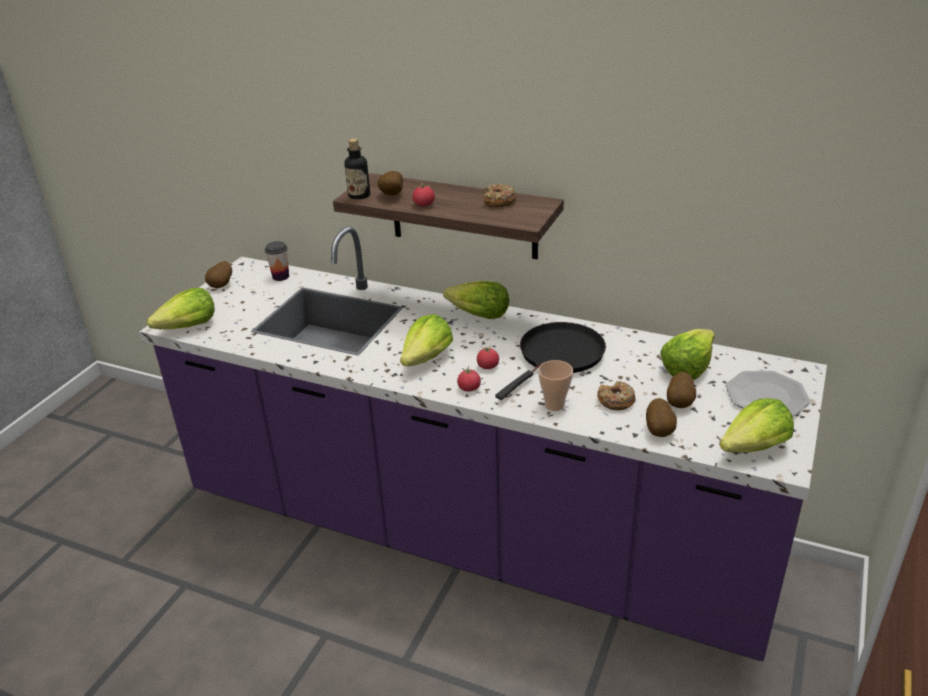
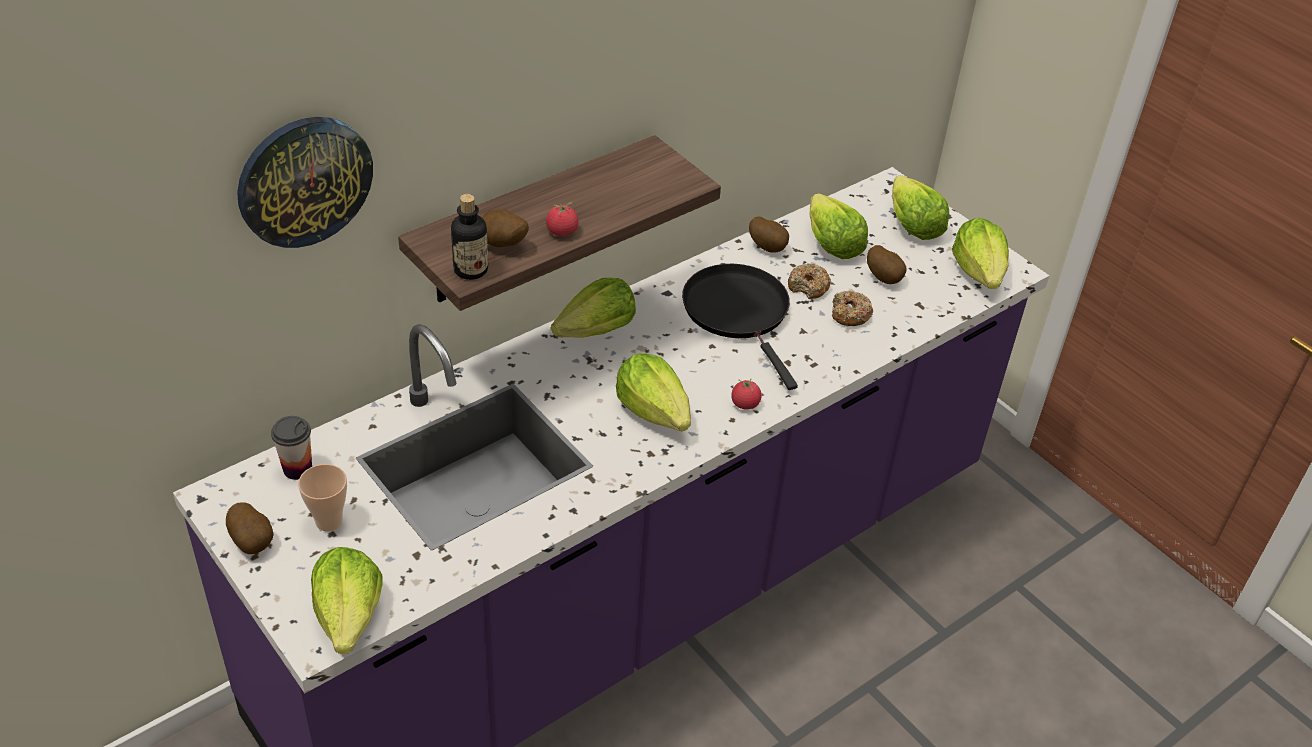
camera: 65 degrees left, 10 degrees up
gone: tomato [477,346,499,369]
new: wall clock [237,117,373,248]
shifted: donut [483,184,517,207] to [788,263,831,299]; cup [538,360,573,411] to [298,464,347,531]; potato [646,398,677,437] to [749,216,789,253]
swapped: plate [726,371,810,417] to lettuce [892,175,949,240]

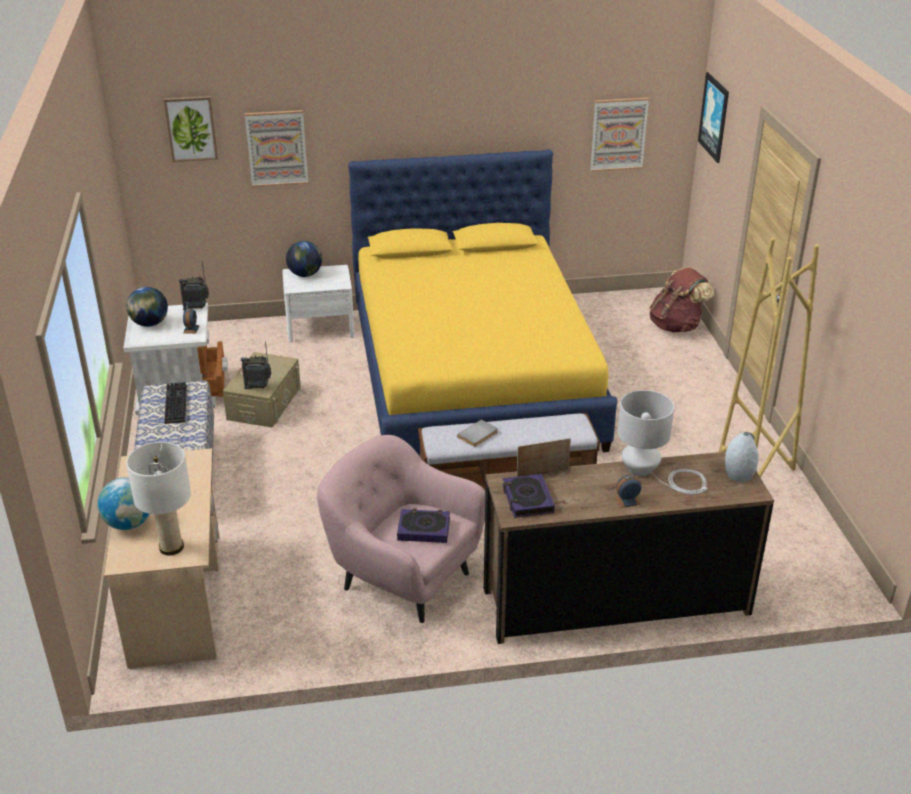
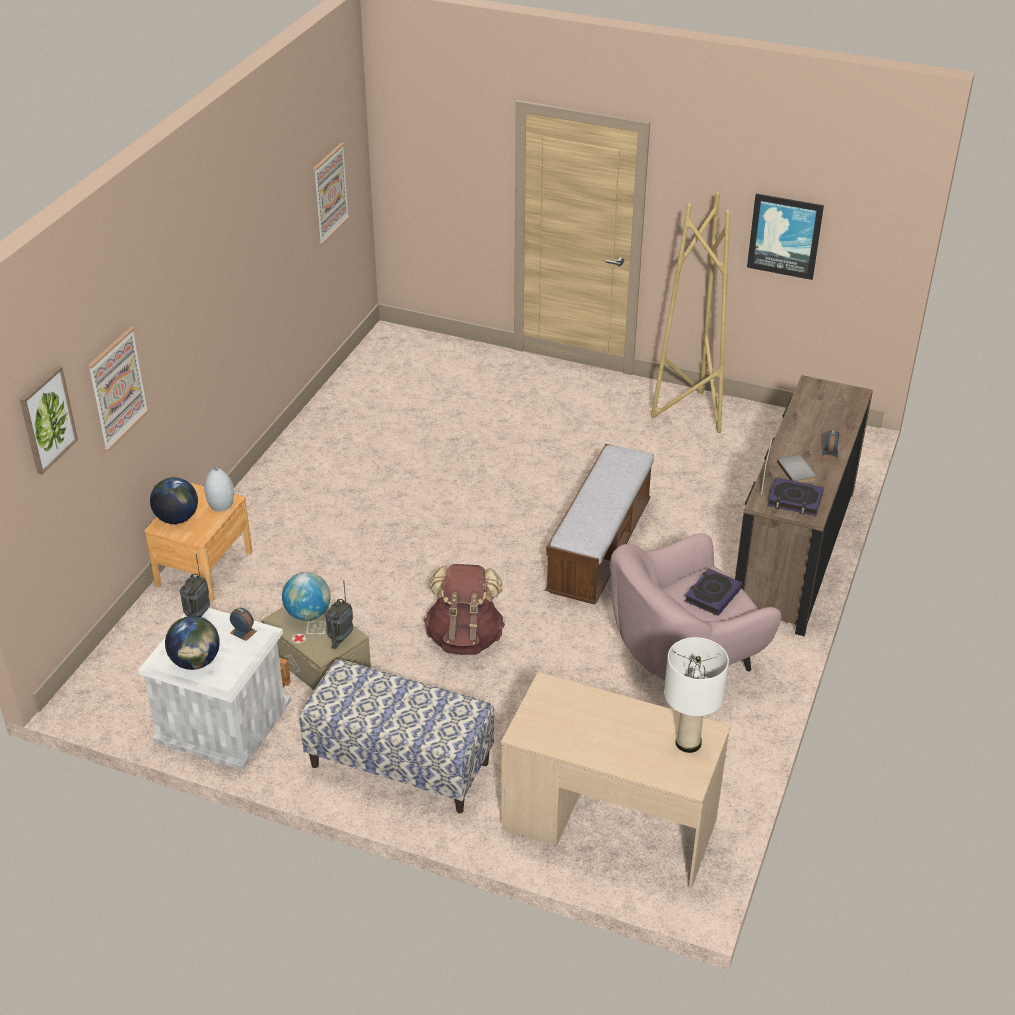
camera: 60 degrees left, 5 degrees up
gone: keyboard [164,382,187,424]; bed (yellow) [349,150,617,456]; table lamp (white) [617,390,707,494]
shifted: globe [98,477,149,530] to [282,572,331,621]; book (grey) [457,420,498,447] to [777,455,816,483]; backpack (brown) [649,268,714,333] to [424,564,505,655]; picture [698,72,729,163] to [747,194,824,280]; vase (grey) [725,432,759,482] to [204,467,234,511]
repainted: nightstand (white) [282,265,355,343] to nightstand (brown) [144,482,252,602]

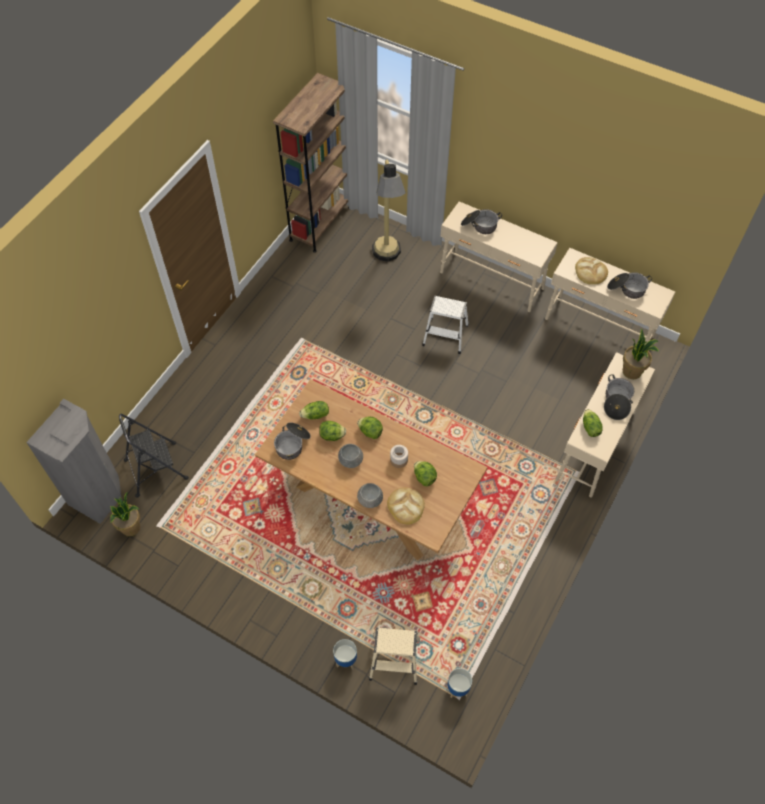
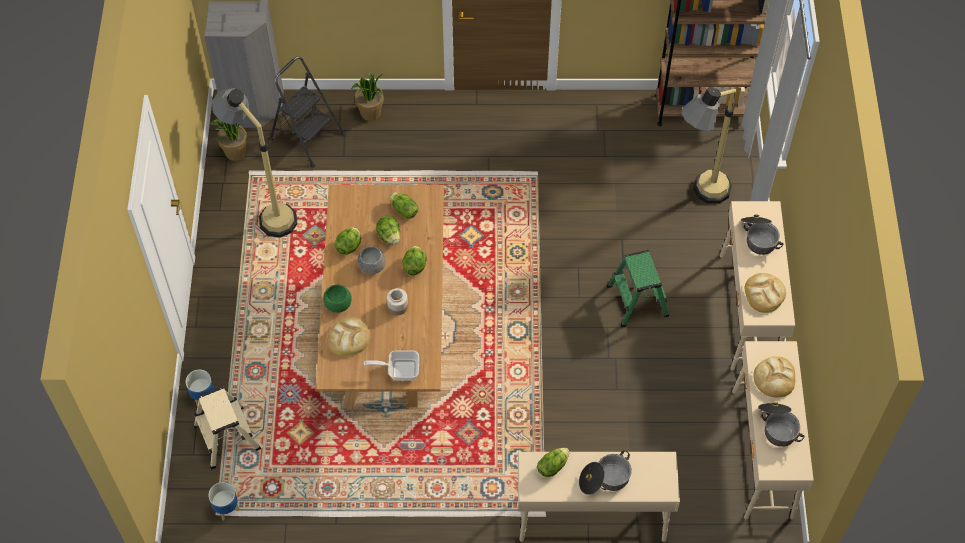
camera: 60 degrees right, 0 degrees up
gone: cooking pot [274,422,311,460]
new: floor lamp [212,88,297,238]; frying pan [364,351,419,380]; bread [745,273,786,313]
shifted: lettuce [414,461,437,486] to [334,227,361,255]; potted plant [623,329,659,379] to [351,73,384,121]
repainted: bowl (grey) [357,483,383,508] to bowl (green) [323,285,352,313]; step ladder (white) [422,295,469,354] to step ladder (green) [606,250,669,328]

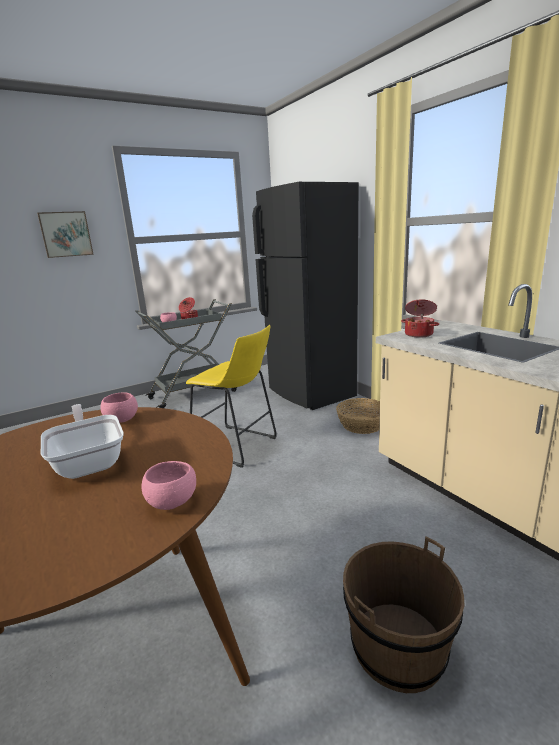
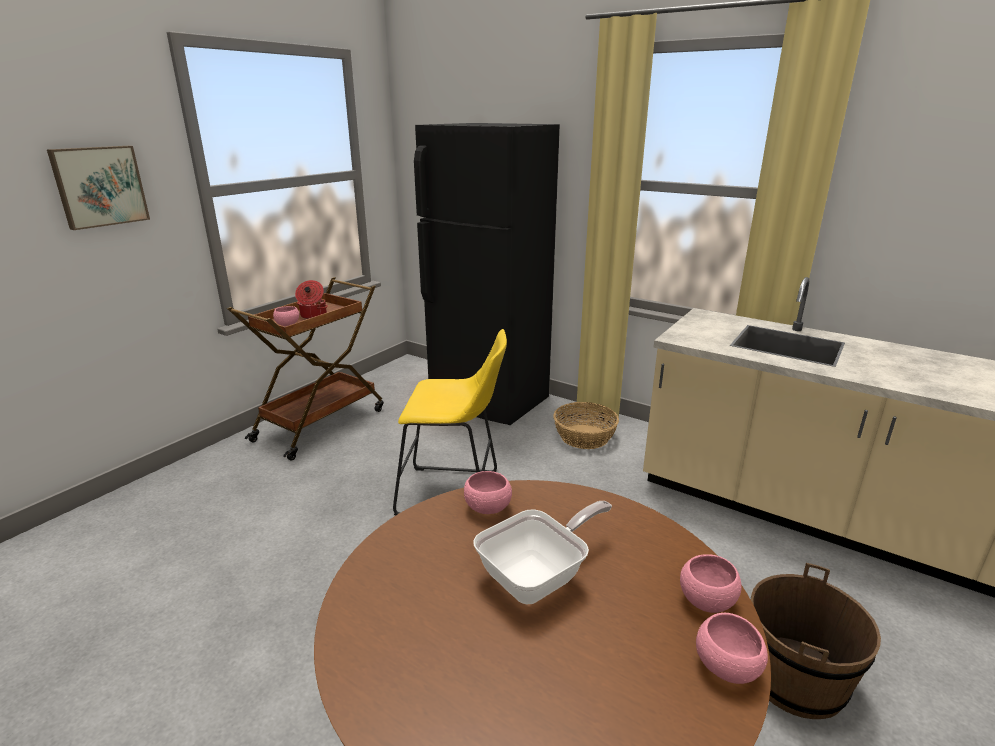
camera: 25 degrees left, 5 degrees up
gone: cooking pot [401,299,439,337]
new: bowl (pink) [696,613,768,684]
repainted: cart (grey) [135,299,237,408] to cart (brown) [227,277,384,461]
rotated: frying pan [41,404,124,479] = [473,501,612,604] 105 degrees clockwise

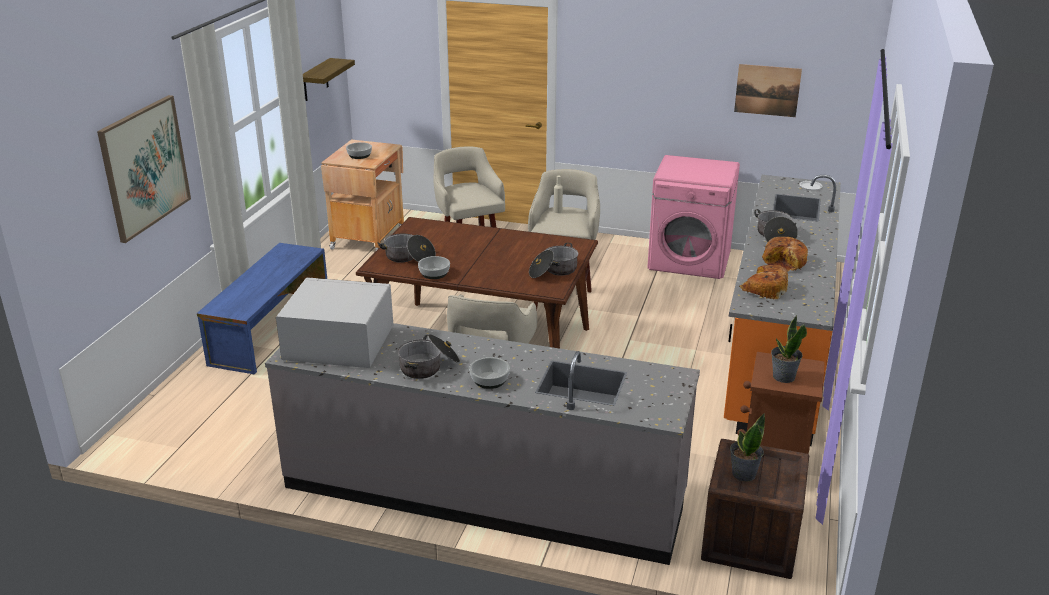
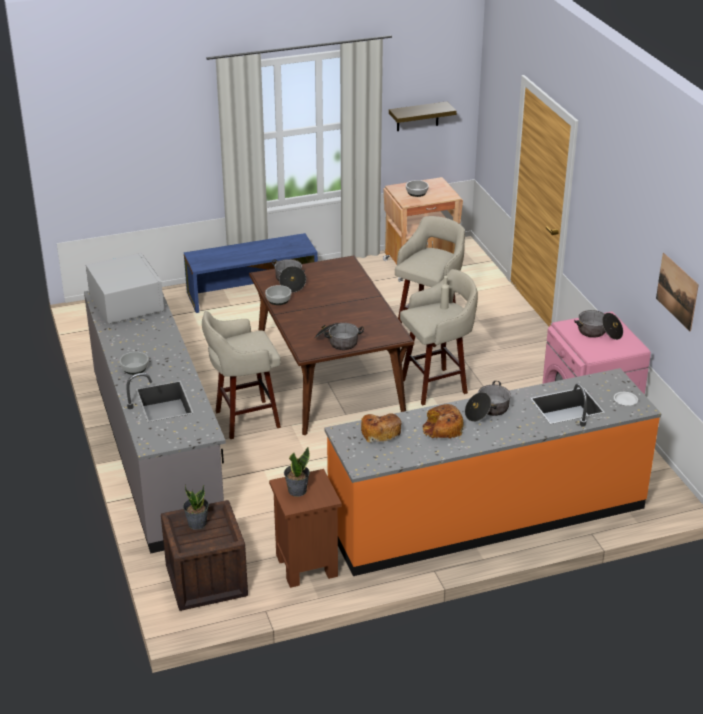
camera: 55 degrees right, 5 degrees up
gone: picture [97,95,191,243]
shifted: cooking pot [398,334,460,379] to [574,310,623,340]

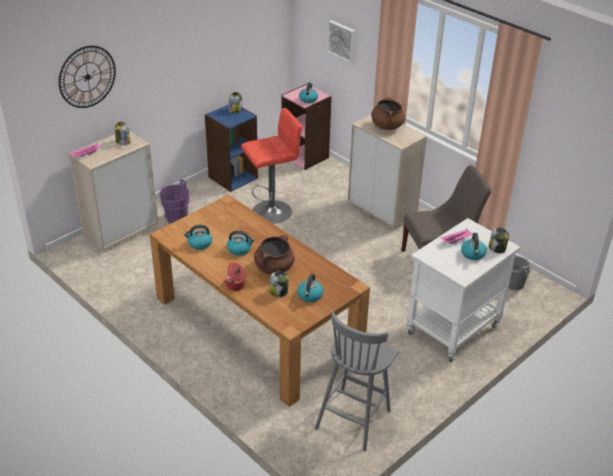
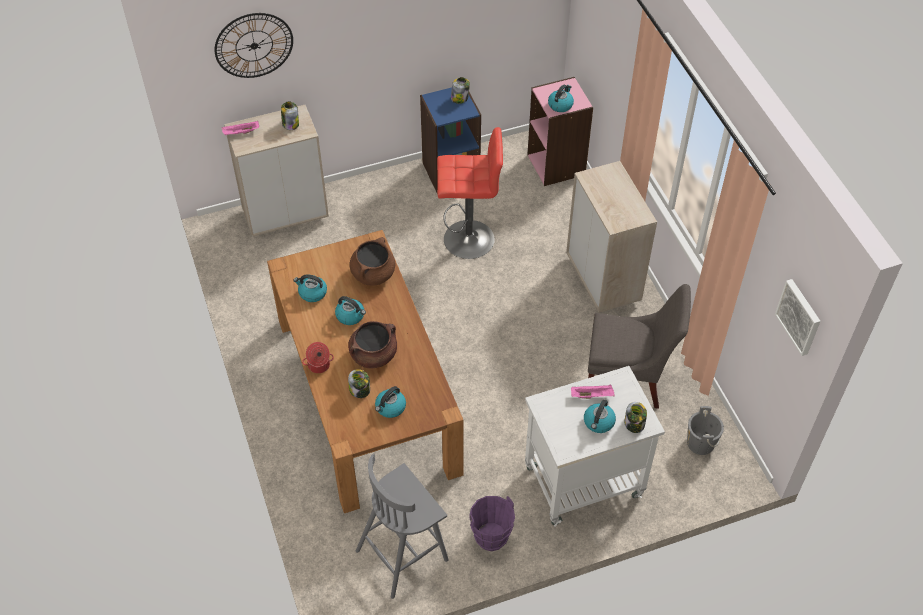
camera: 25 degrees right, 15 degrees up
shifted: bucket (purple) [159,180,190,223] to [469,496,515,551]; picture [327,20,355,63] to [775,279,820,356]; cooking pot (brown) [371,97,405,130] to [349,237,395,286]

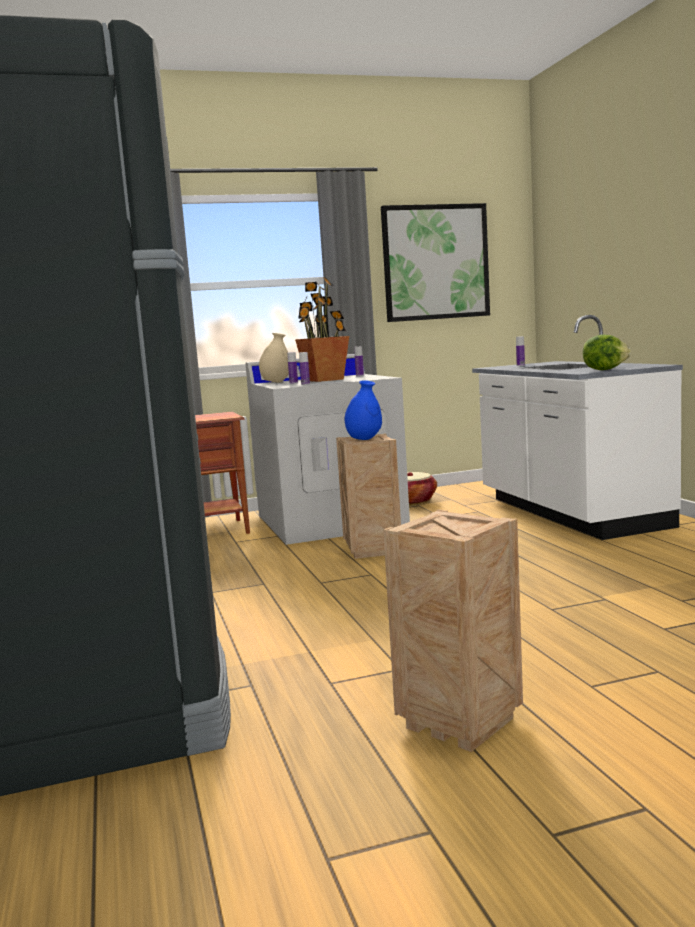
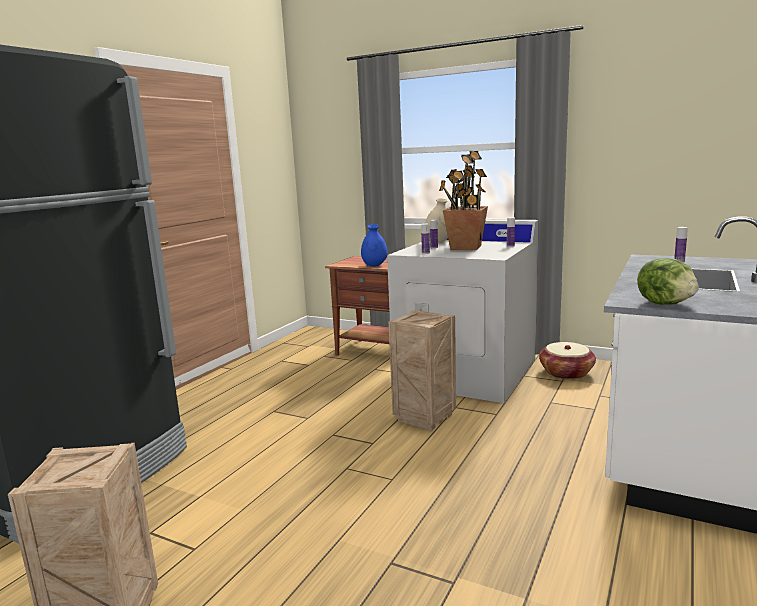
camera: 45 degrees right, 5 degrees up
gone: picture [381,203,490,322]
shifted: vase (blue) [345,381,382,440] to [361,224,388,267]

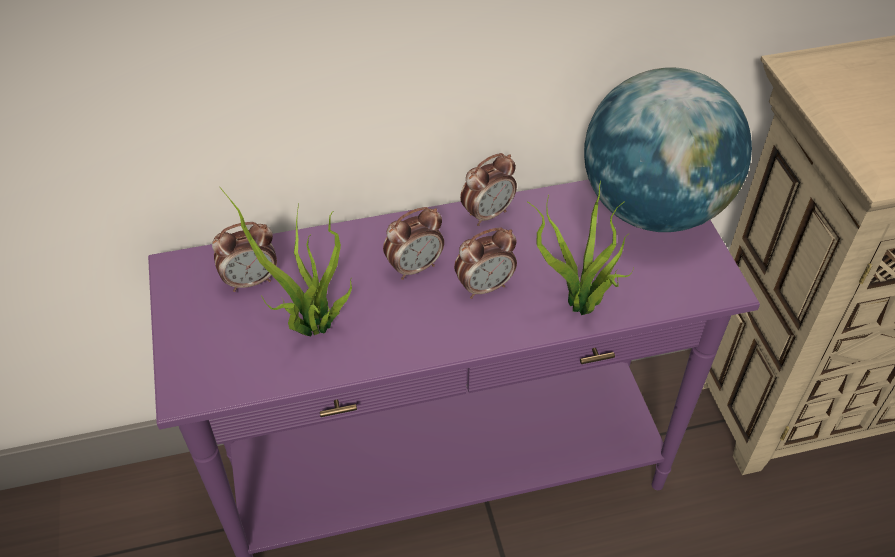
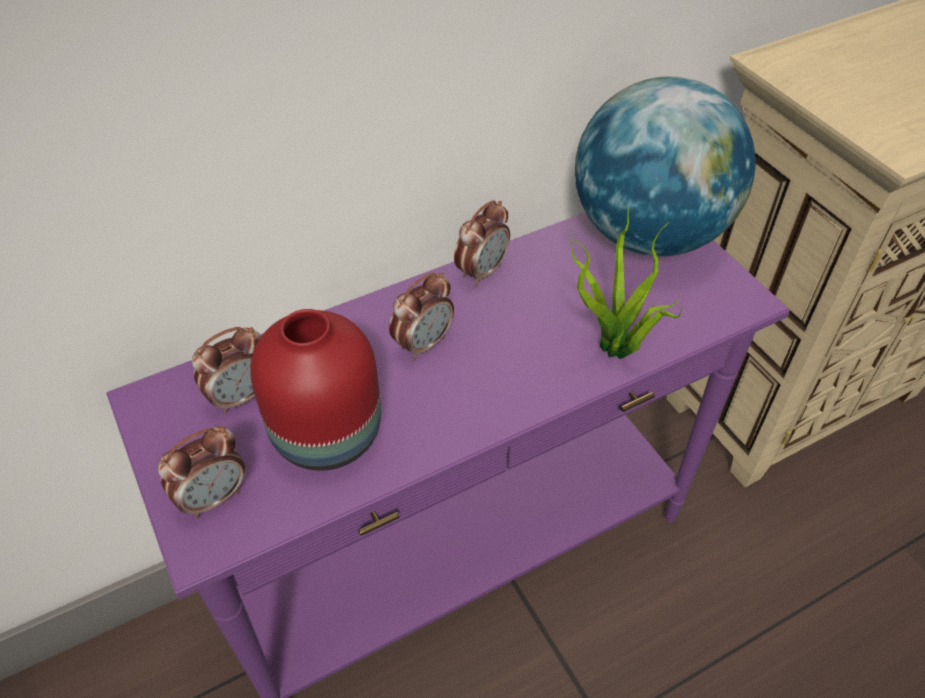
camera: 15 degrees left, 0 degrees up
shifted: alarm clock [454,227,517,299] to [158,426,246,519]
swapped: potted plant [220,187,352,336] to vase (red) [250,309,381,471]

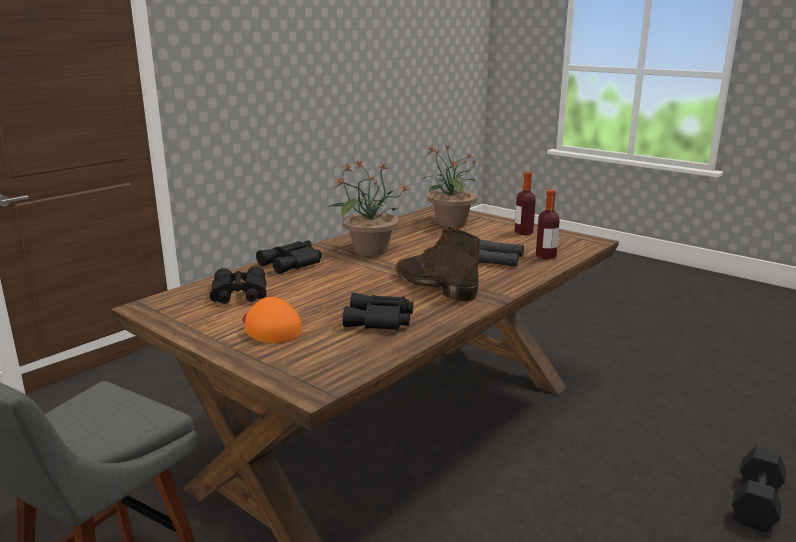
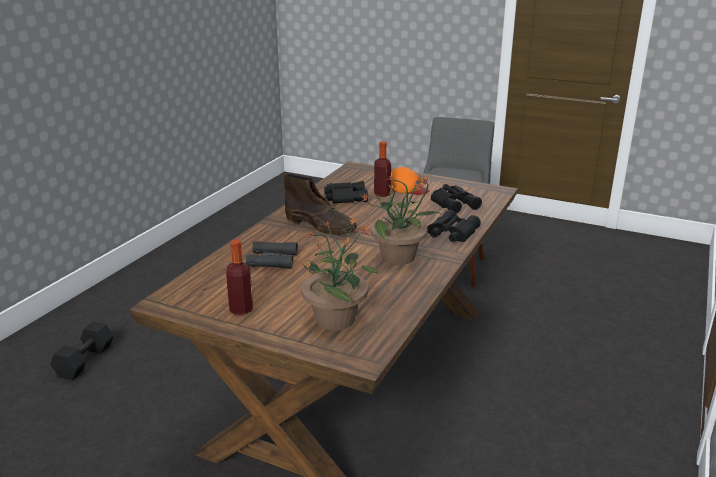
camera: 165 degrees right, 5 degrees up
shifted: bottle [536,189,560,260] to [374,141,391,197]

